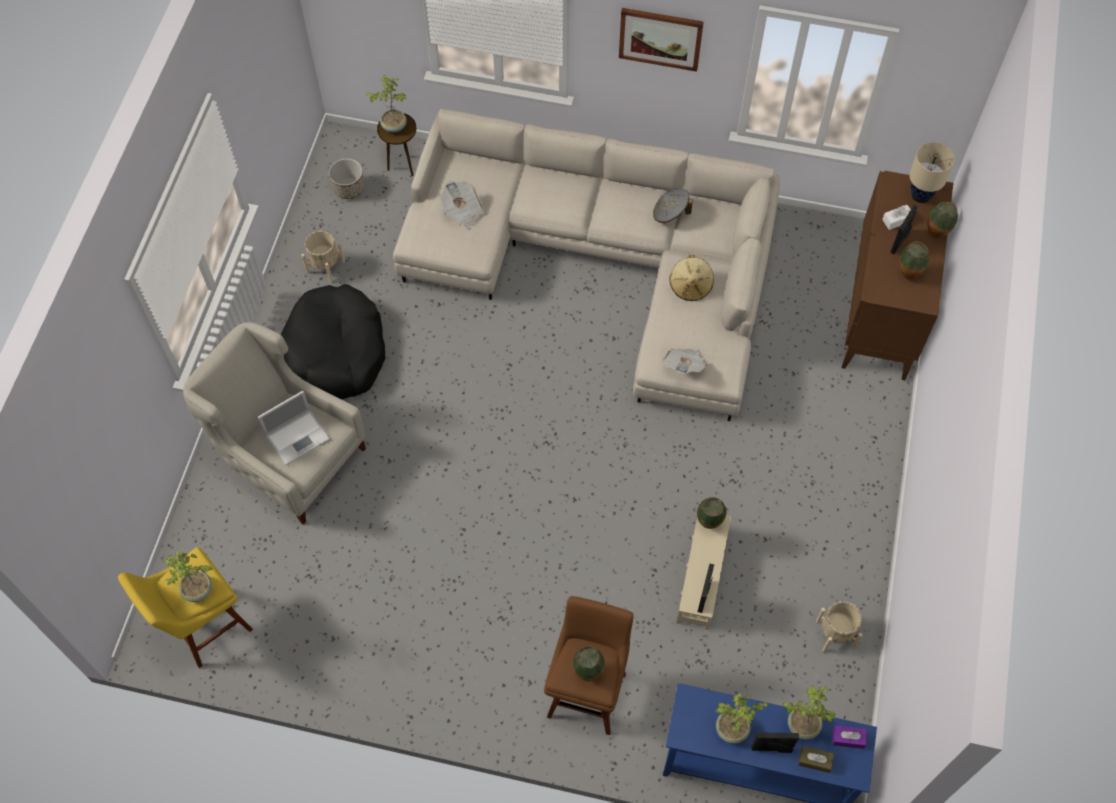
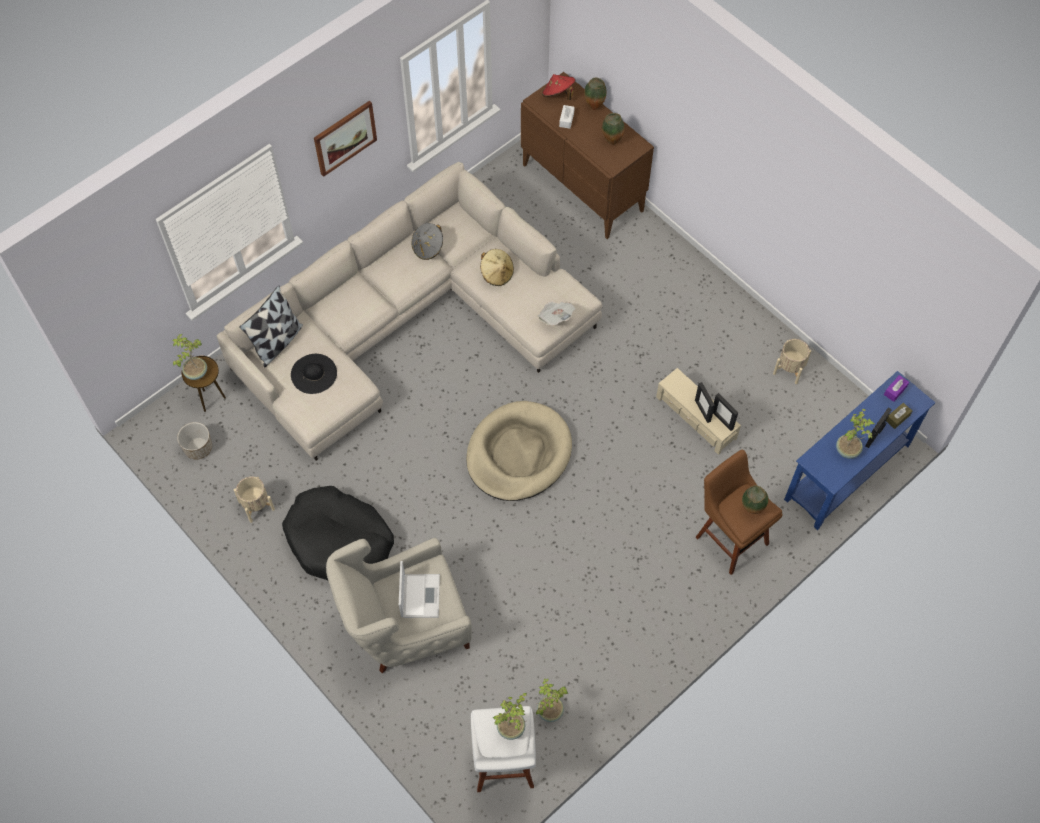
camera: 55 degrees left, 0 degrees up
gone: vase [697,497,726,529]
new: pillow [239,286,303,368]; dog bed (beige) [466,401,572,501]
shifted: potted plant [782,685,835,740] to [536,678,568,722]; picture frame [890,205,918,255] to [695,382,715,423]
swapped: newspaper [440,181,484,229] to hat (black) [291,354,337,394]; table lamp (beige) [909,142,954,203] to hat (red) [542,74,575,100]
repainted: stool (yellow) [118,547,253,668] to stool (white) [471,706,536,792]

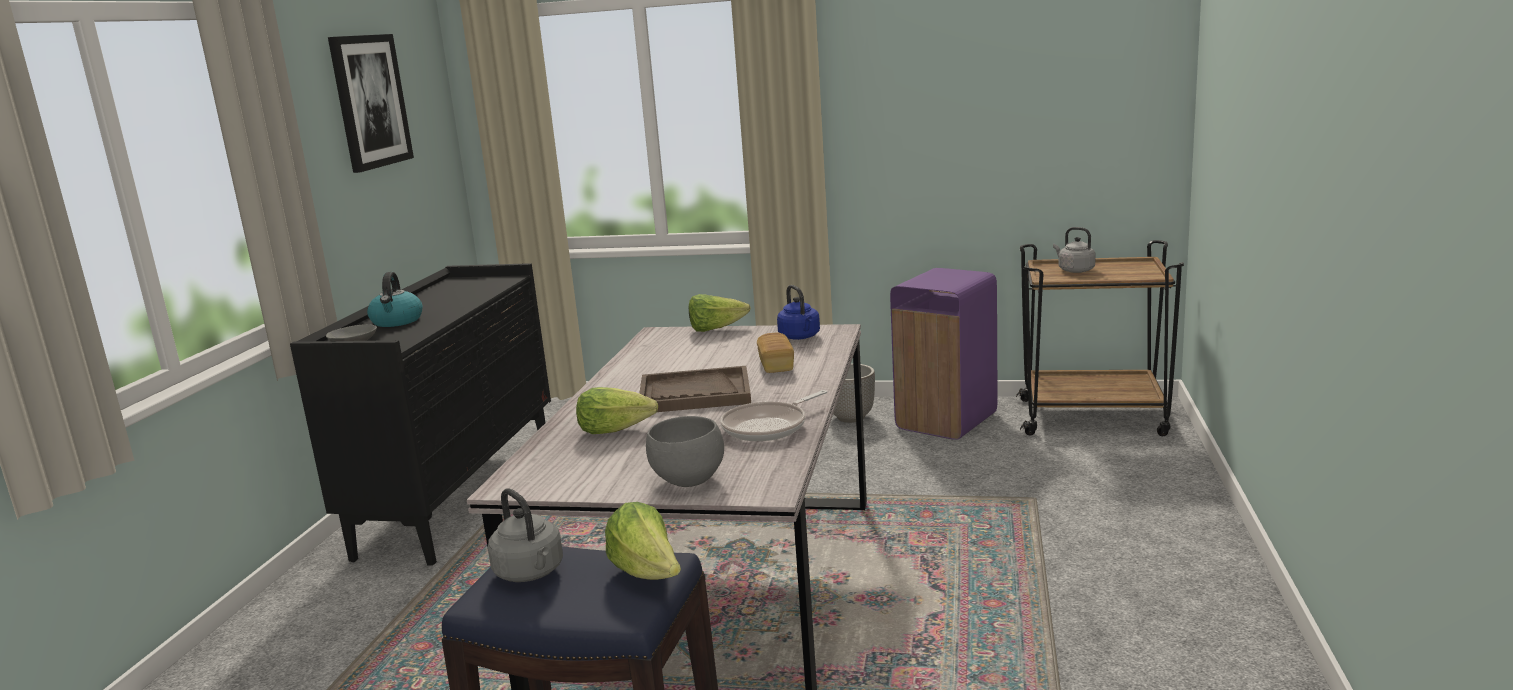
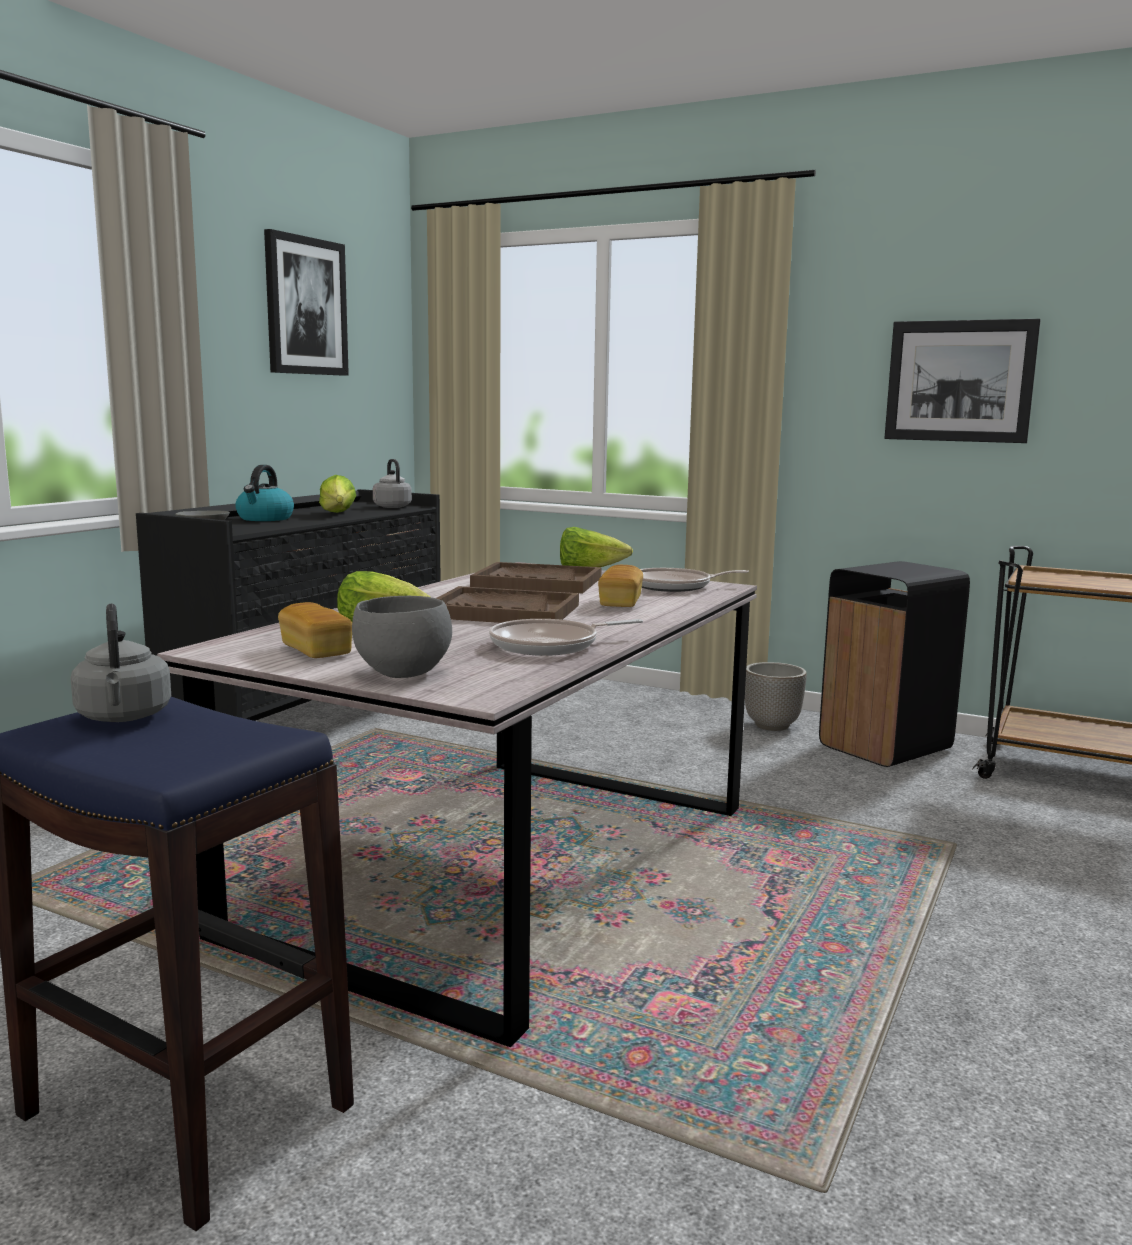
camera: 15 degrees right, 5 degrees down
new: bread [278,602,352,658]; tray (brown) [470,562,602,593]; picture [884,319,1041,443]
shifted: lettuce [605,502,681,580] to [319,475,356,513]; kettle (grey) [1053,227,1096,273] to [373,459,412,508]
swapped: kettle (blue) [777,285,820,340] to frying pan [640,568,749,592]
repainted: trash can (purple) [890,268,997,440] to trash can (black) [819,561,970,767]

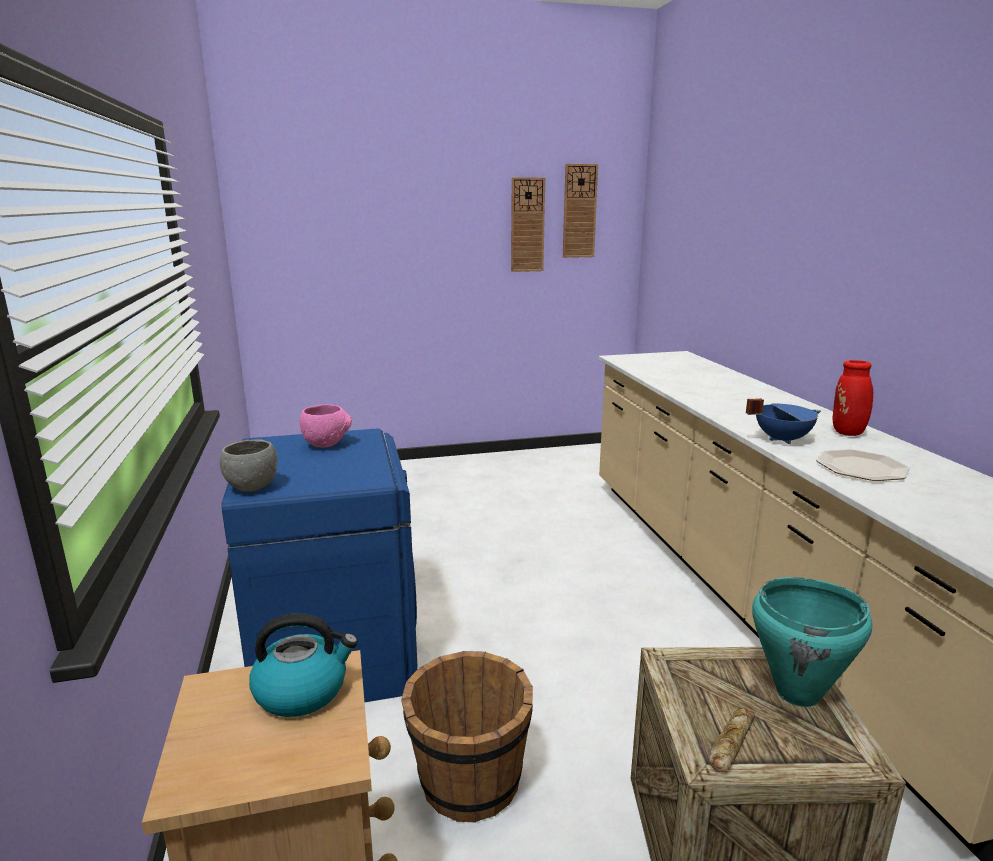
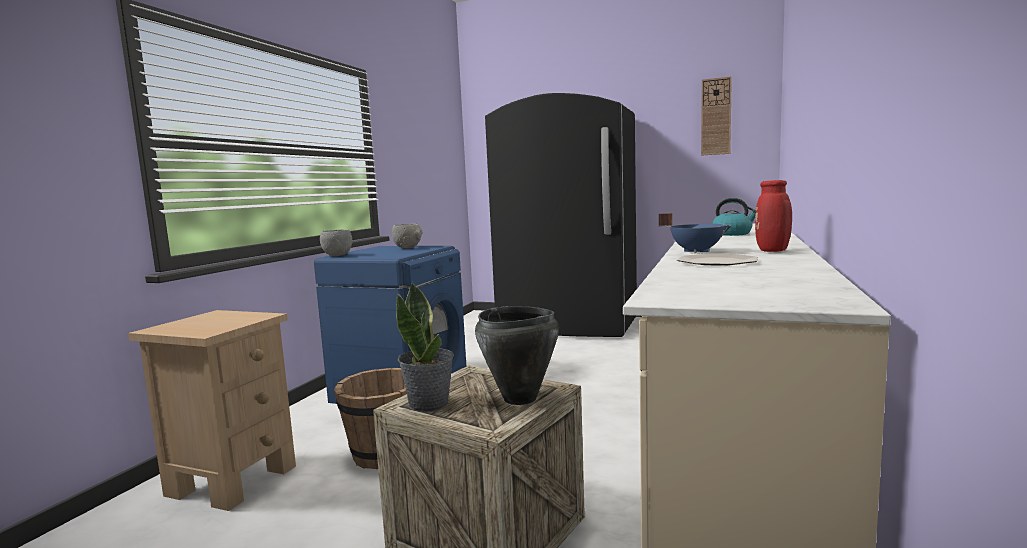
camera: 35 degrees right, 10 degrees down
gone: wall clock [511,177,545,272]
new: fridge (black) [485,93,637,337]
shifted: kettle [249,613,358,717] to [712,198,756,236]
swapped: bread [708,708,755,772] to potted plant [396,282,454,412]
repainted: bowl (pink) [300,404,352,448] to bowl (grey) [392,224,422,248]; cooking pot (turquoise) [752,577,872,707] to cooking pot (black) [475,306,559,405]

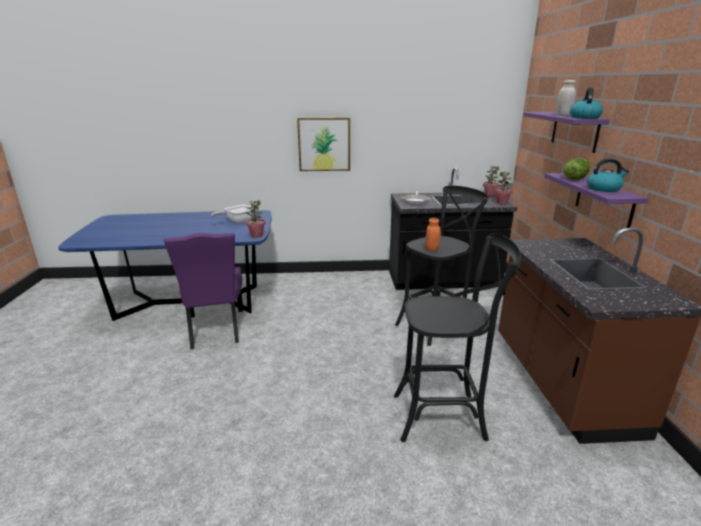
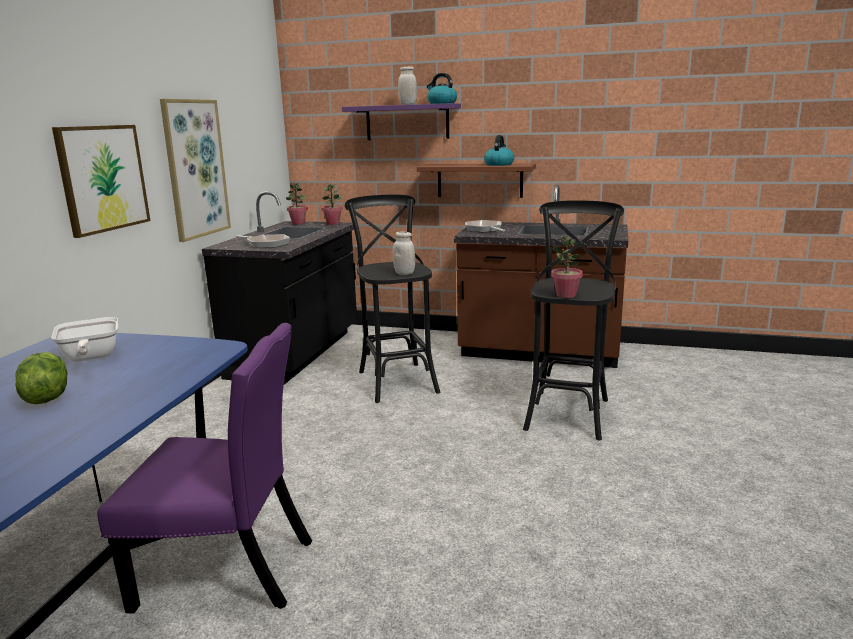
camera: 70 degrees left, 5 degrees down
new: picture [160,99,231,242]; frying pan [465,220,505,232]
shifted: potted plant [246,200,265,238] to [551,236,583,298]; lettuce [563,158,590,180] to [15,352,67,404]
repainted: jar (orange) [425,218,441,252] to jar (white) [393,231,415,275]; shelf (purple) [544,173,648,228] to shelf (brown) [416,163,536,198]

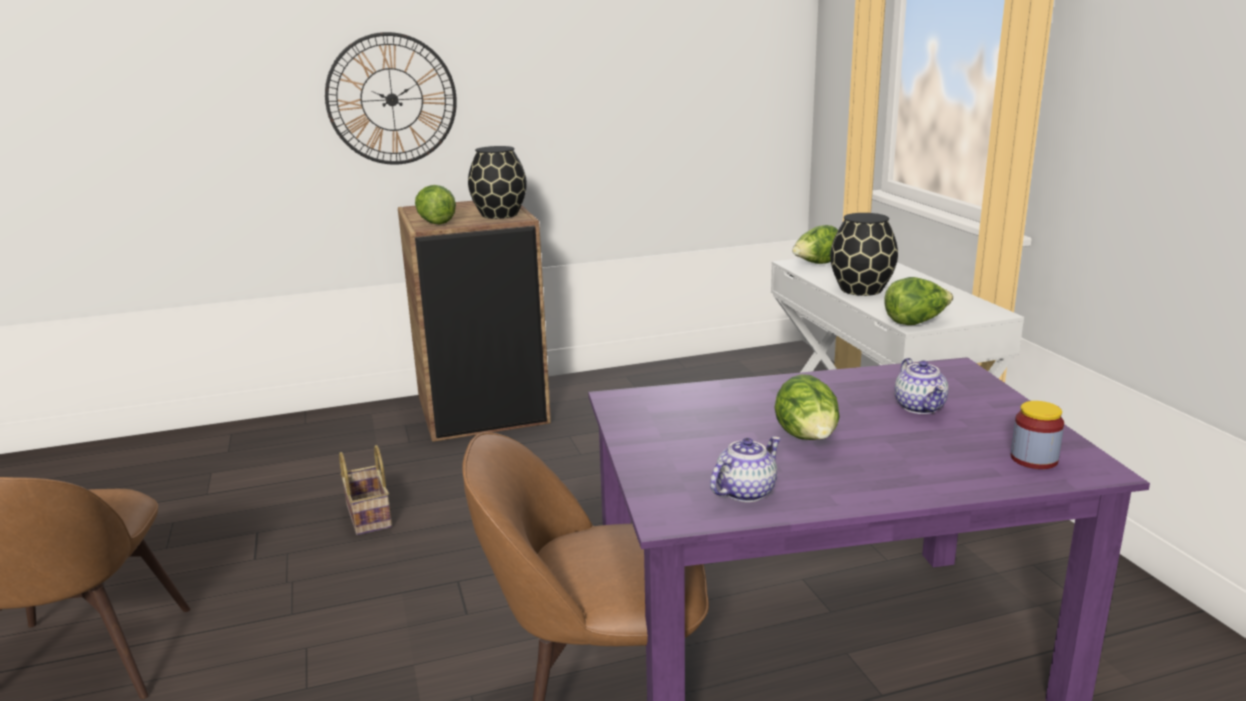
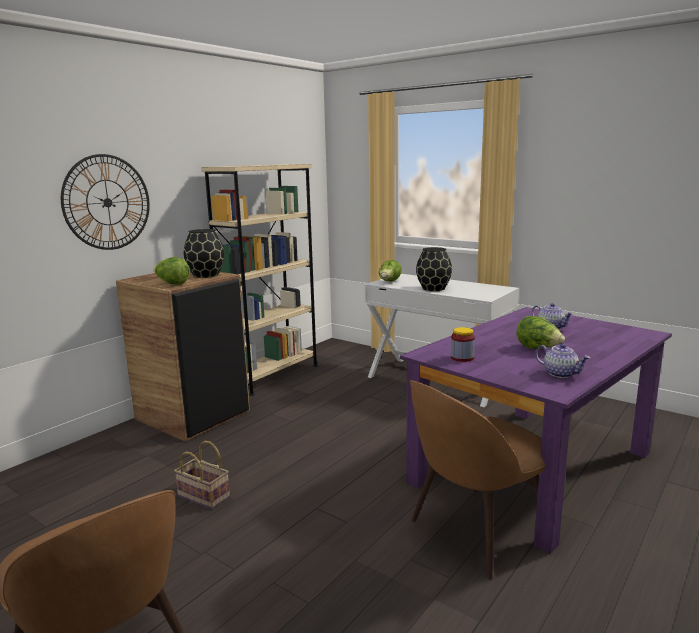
camera: 35 degrees left, 5 degrees down
gone: lettuce [884,277,953,325]
new: bookcase (beige) [201,164,318,396]
shifted: jar [1011,401,1064,469] to [451,327,475,362]
rotated: teapot [710,436,781,502] = [535,343,590,378] 120 degrees clockwise

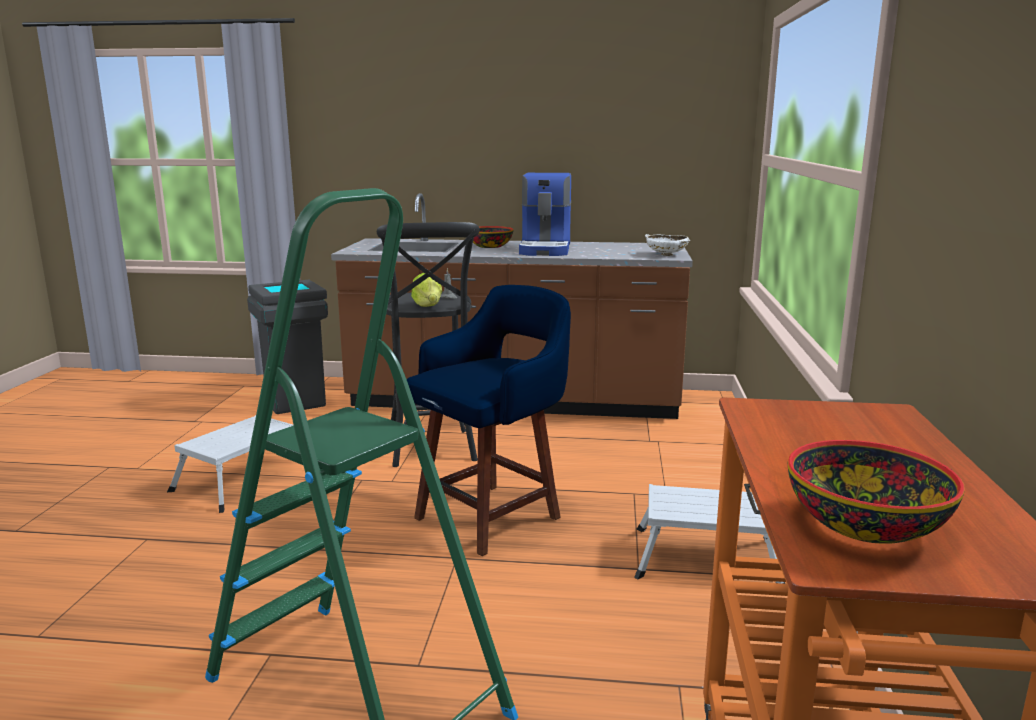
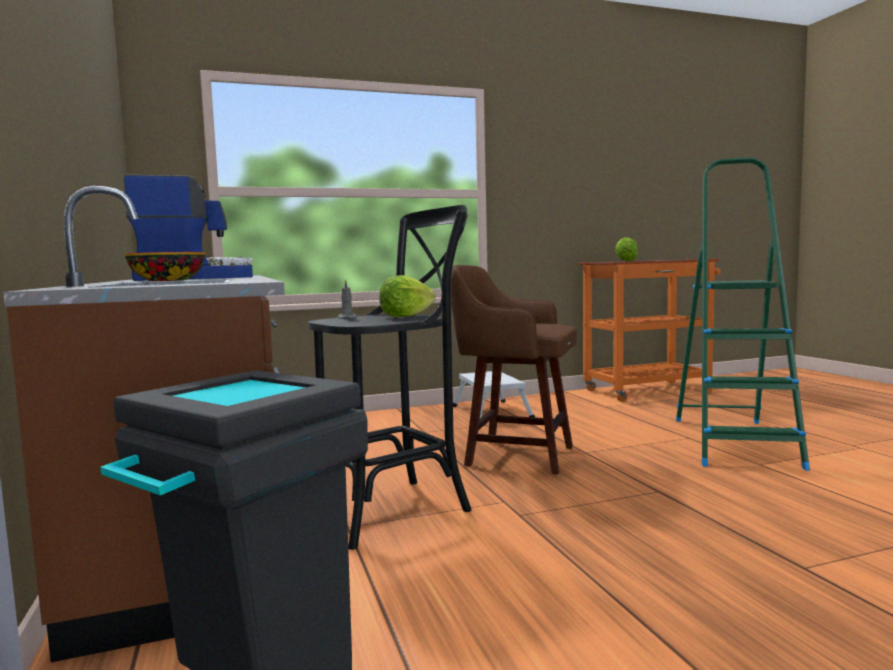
camera: 115 degrees left, 10 degrees down
gone: step ladder (white) [167,415,293,513]; bowl [788,440,965,544]
new: lettuce [615,237,638,261]
repainted: stool (blue) [407,285,571,556] to stool (brown) [451,265,577,474]

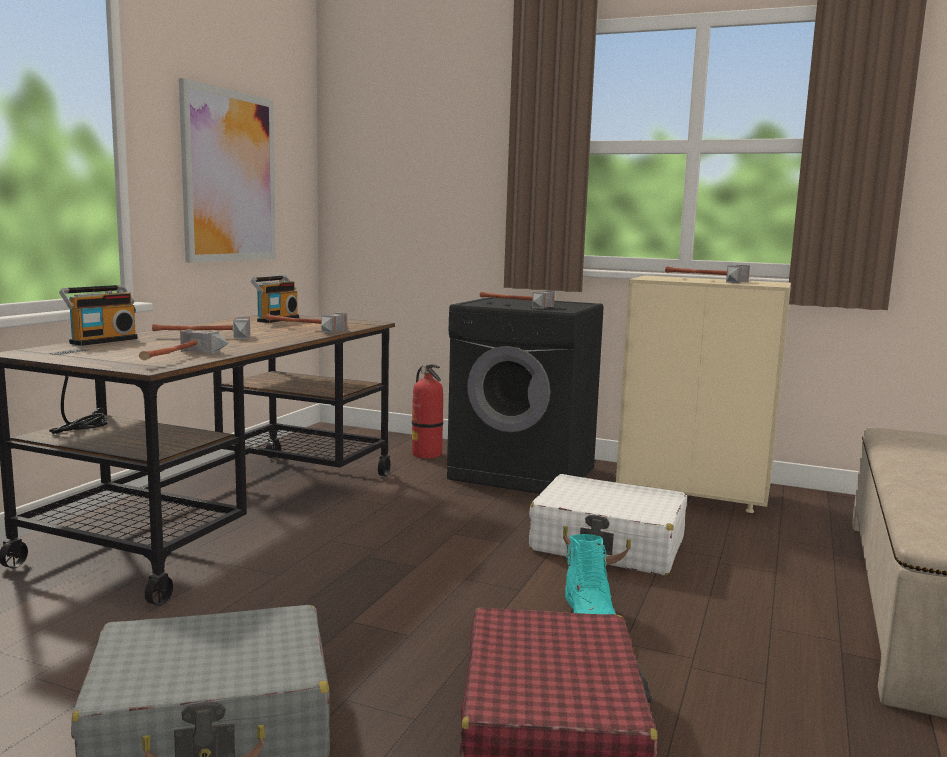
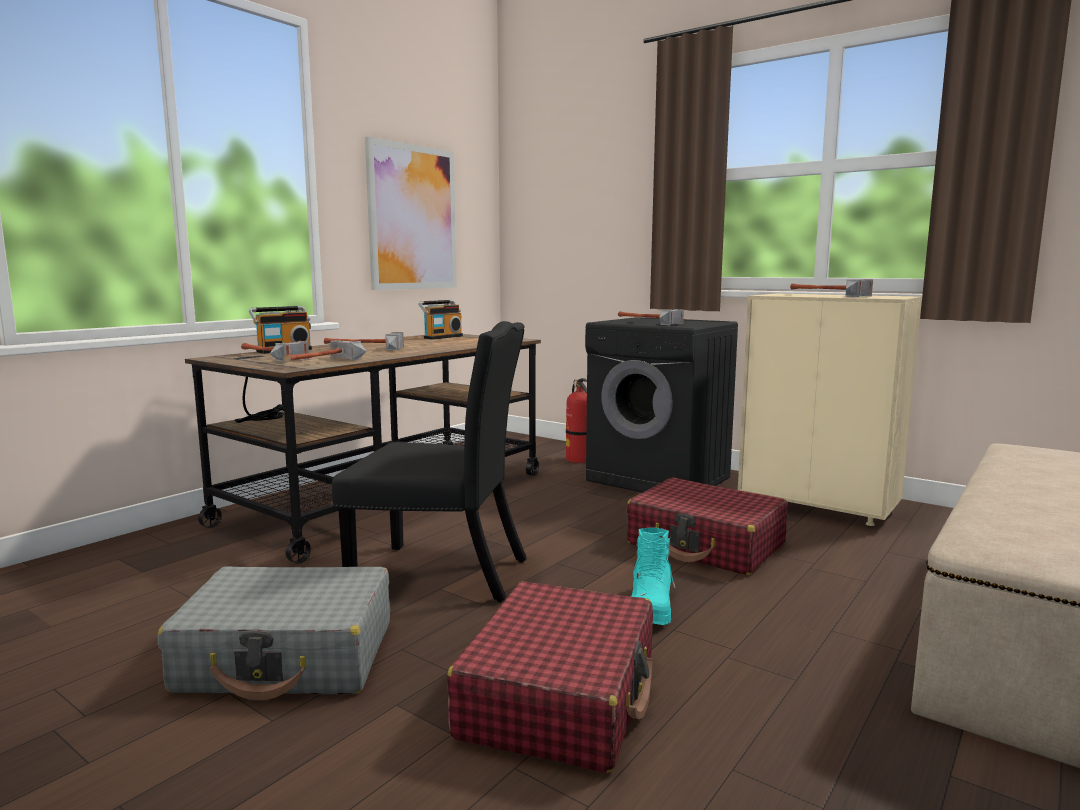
camera: 15 degrees right, 0 degrees up
new: chair (black) [332,321,527,602]
shifted: hammer [266,313,347,333] to [241,341,309,362]
repainted: suitcase (white) [529,474,687,576] to suitcase (red) [626,477,788,575]

